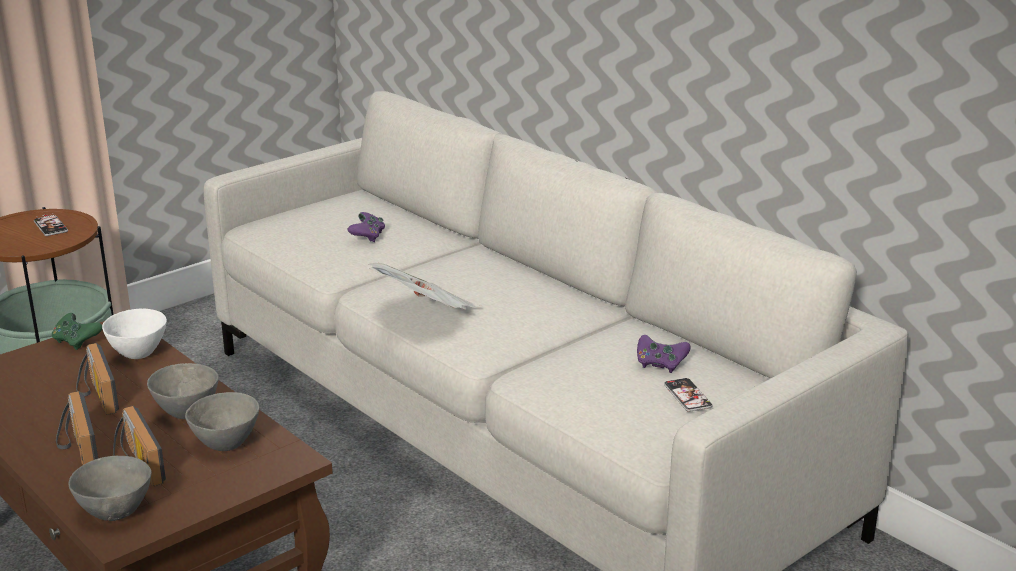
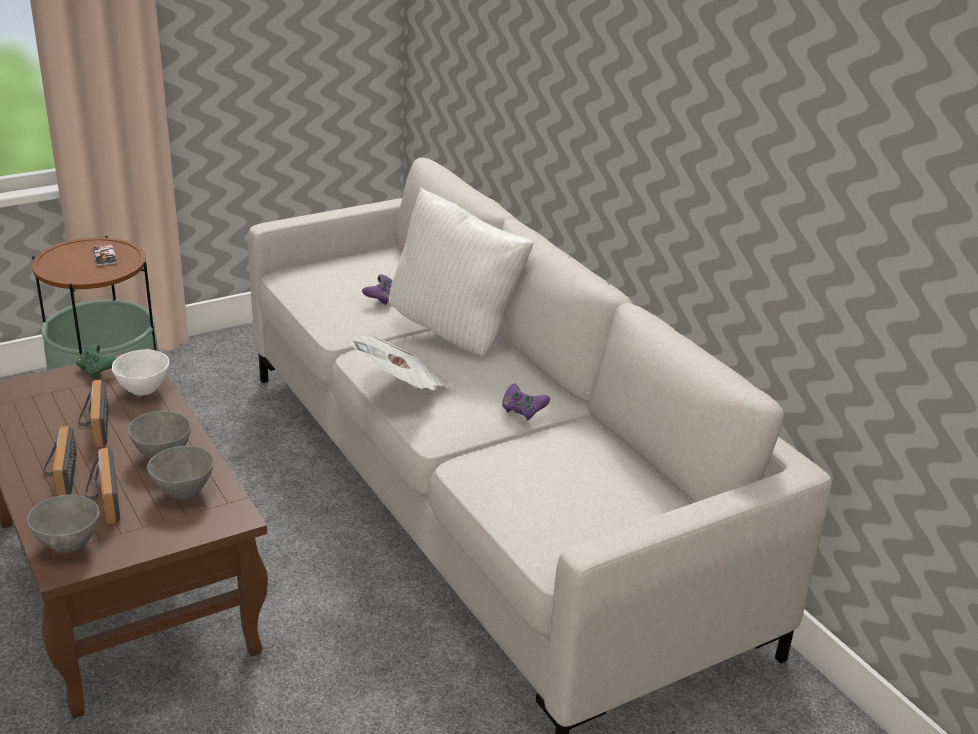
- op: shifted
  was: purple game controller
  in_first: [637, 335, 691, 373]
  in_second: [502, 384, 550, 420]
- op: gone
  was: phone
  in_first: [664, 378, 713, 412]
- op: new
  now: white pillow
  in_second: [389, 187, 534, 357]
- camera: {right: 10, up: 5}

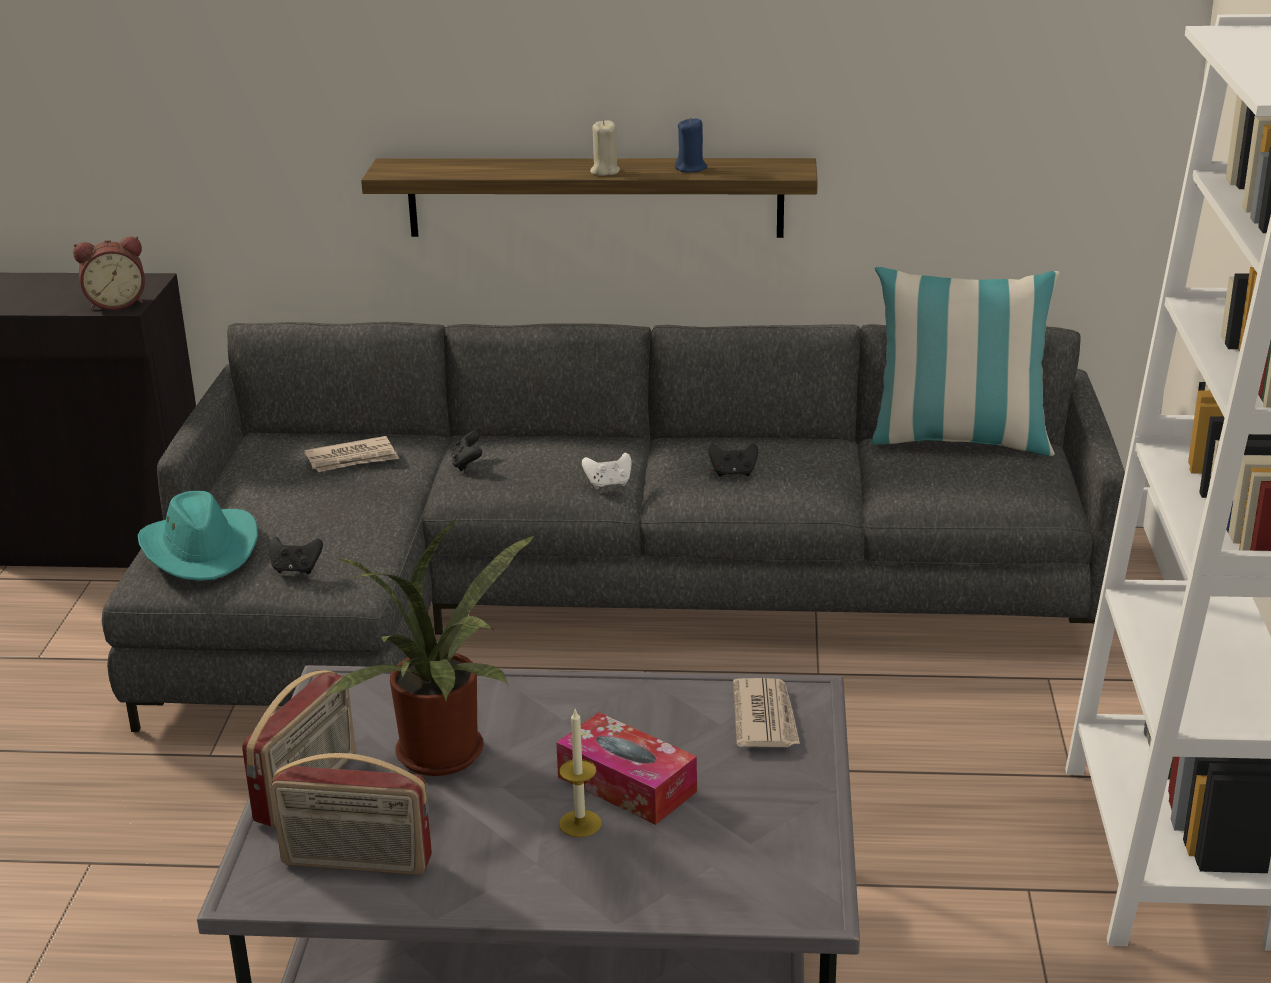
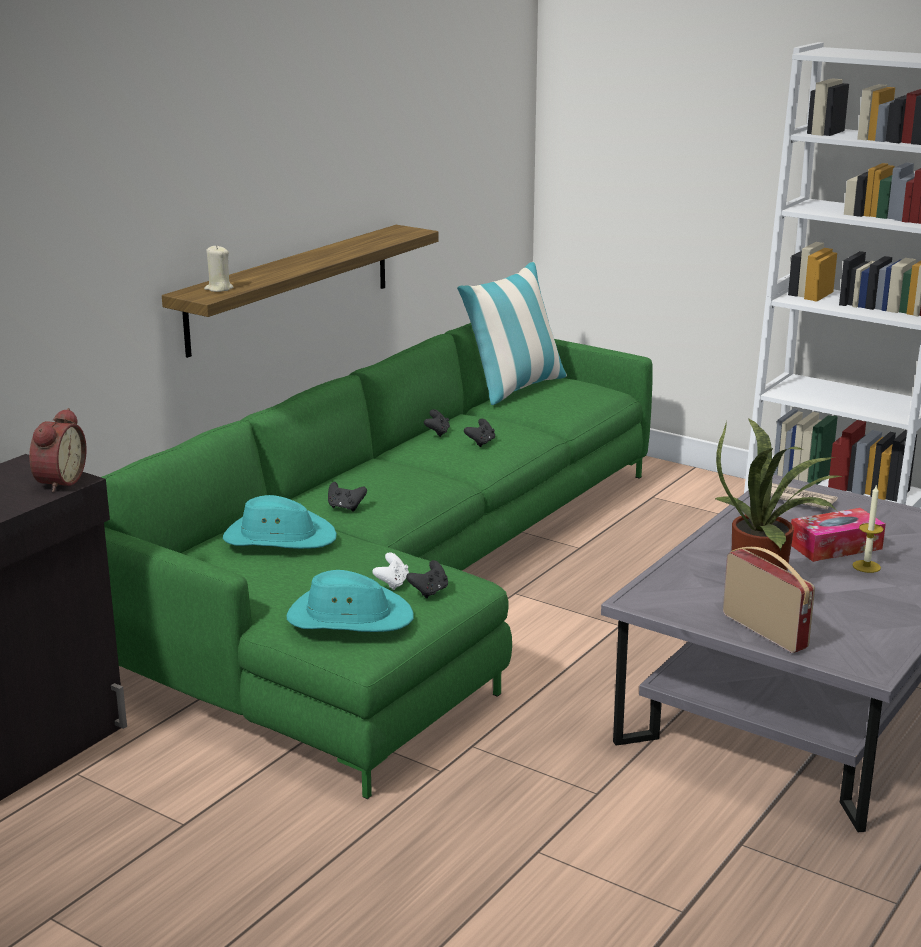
- op: gone
  was: blue candle
  in_first: [675, 117, 707, 172]
- op: shifted
  was: beige candle
  in_first: [590, 120, 620, 176]
  in_second: [204, 245, 233, 292]
- op: repainted
  was: grey sofa
  now: green sofa
  in_first: [102, 322, 1125, 732]
  in_second: [101, 323, 653, 799]
- op: swapped
  was: newspaper
  now: turquoise hat
  in_first: [305, 436, 399, 472]
  in_second: [223, 495, 337, 549]
- op: shifted
  was: white game controller
  in_first: [582, 453, 631, 489]
  in_second: [372, 552, 409, 590]
- op: gone
  was: radio
  in_first: [271, 753, 432, 875]
- op: new
  now: black game controller
  in_second: [424, 409, 450, 437]
- camera: {right: -60, up: -5}

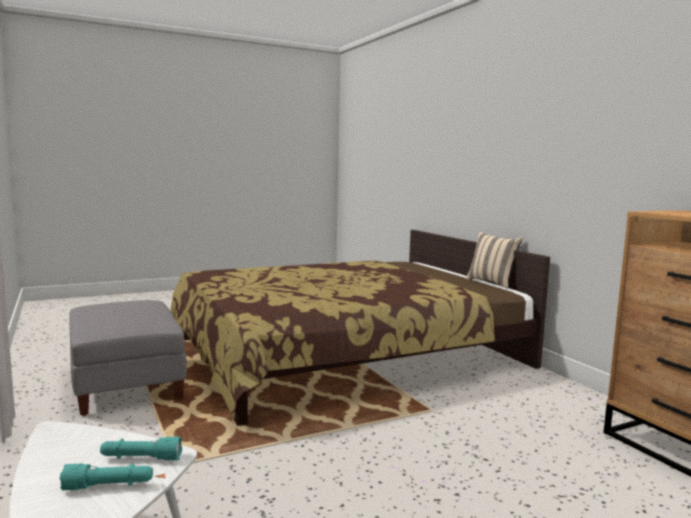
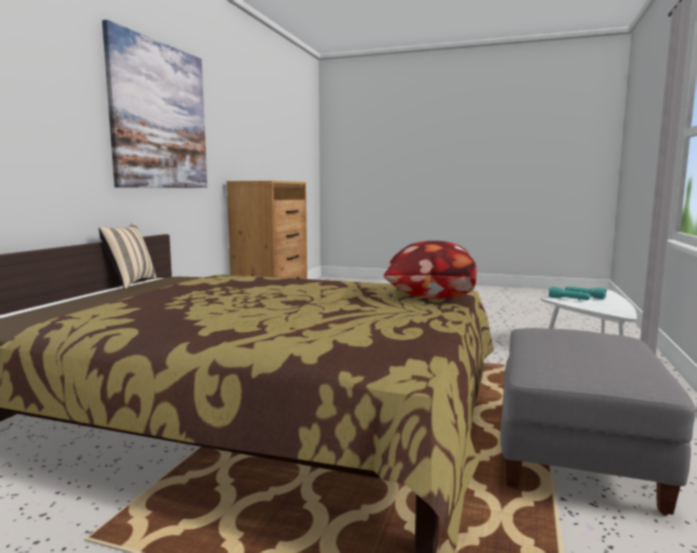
- op: new
  now: picture
  in_second: [102, 20, 207, 188]
- op: new
  now: pillow
  in_second: [384, 241, 477, 299]
- camera: {right: -135, up: 0}

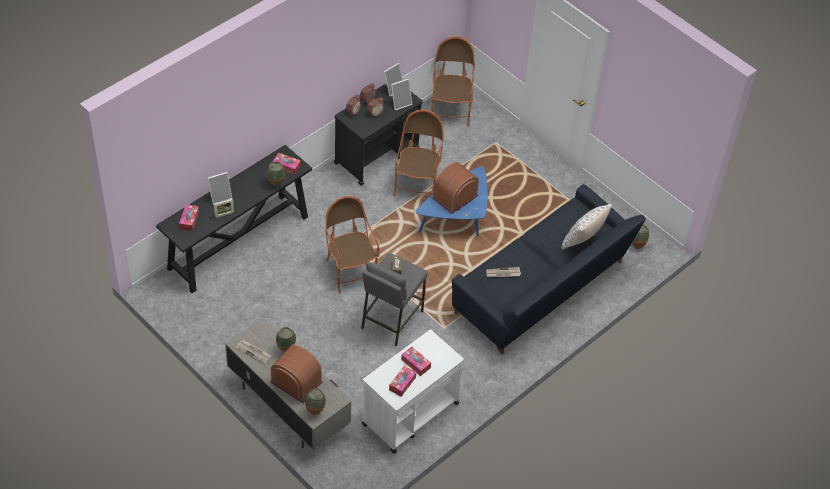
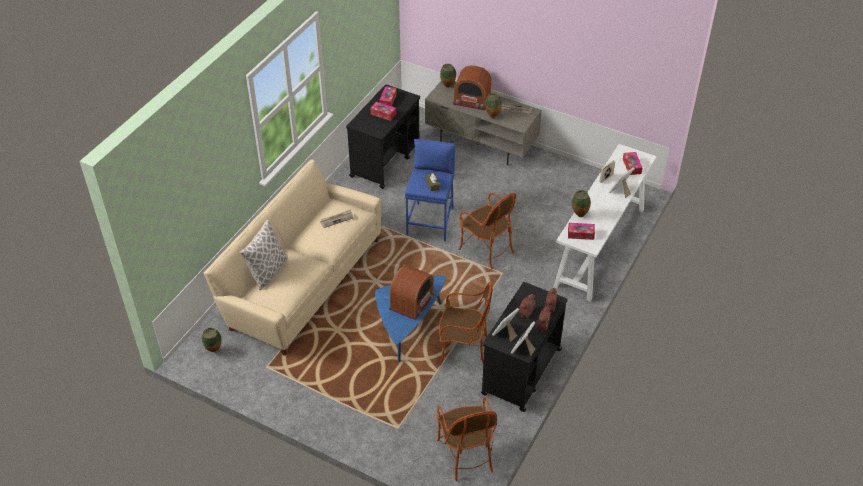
- op: rotated
  was: armchair
  in_first: [393, 110, 443, 196]
  in_second: [439, 282, 493, 365]
  clockwise: -75
- op: repainted
  was: black console table
  now: white console table
  in_first: [156, 145, 312, 293]
  in_second: [553, 144, 657, 301]
- op: repainted
  was: black sofa
  now: beige sofa
  in_first: [452, 184, 646, 354]
  in_second: [204, 159, 382, 356]
- op: repainted
  was: grey stool
  now: blue stool
  in_first: [361, 253, 427, 346]
  in_second: [405, 139, 455, 241]
- op: repainted
  was: white cart
  now: black cart
  in_first: [362, 330, 464, 454]
  in_second: [346, 84, 420, 189]
- camera: {right: 165, up: -5}

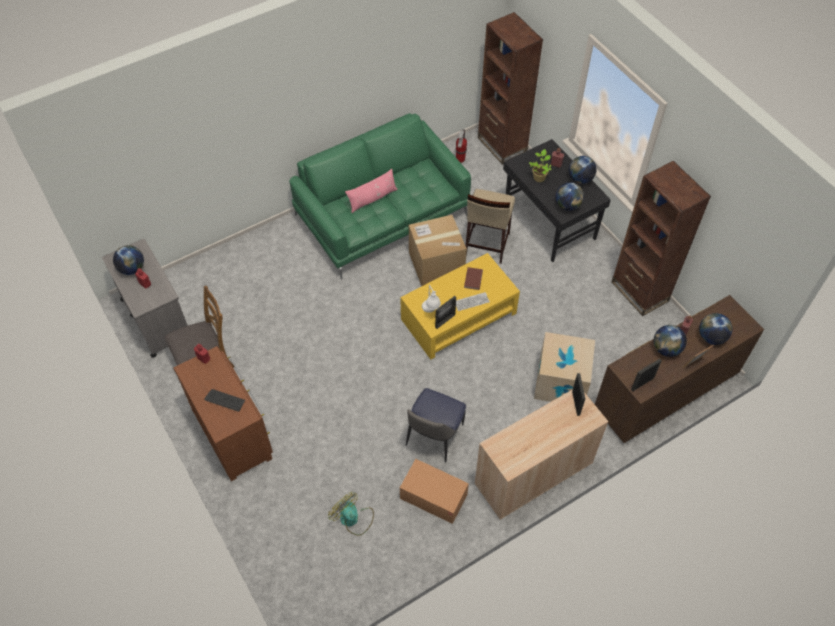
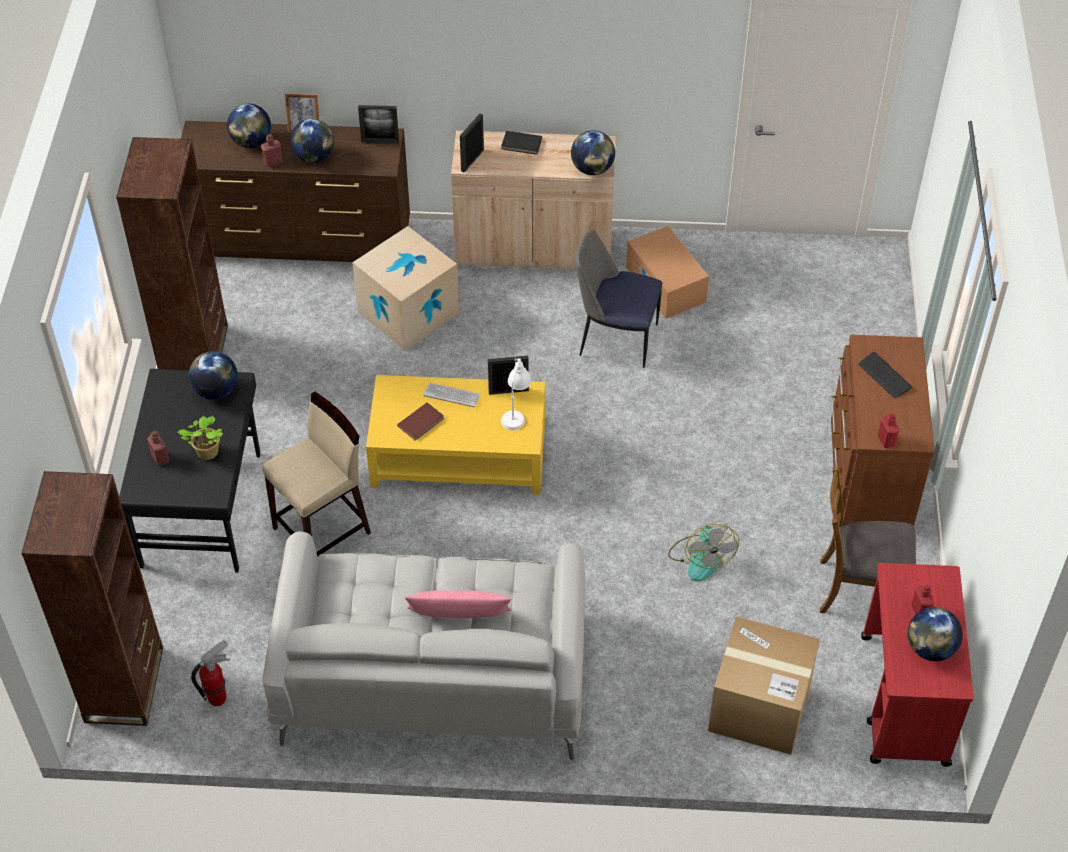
- op: repainted
  was: green sofa
  now: grey sofa
  in_first: [289, 113, 471, 280]
  in_second: [262, 531, 585, 761]
- op: shifted
  was: globe
  in_first: [569, 156, 597, 184]
  in_second: [571, 130, 615, 175]
- op: shifted
  was: cardboard box
  in_first: [409, 215, 467, 286]
  in_second: [708, 616, 820, 755]
- op: repainted
  was: grey cart
  now: red cart
  in_first: [102, 239, 188, 358]
  in_second: [861, 563, 974, 767]
- op: rotated
  was: chair
  in_first: [406, 388, 466, 463]
  in_second: [576, 229, 663, 368]
  clockwise: -135
- op: shifted
  was: fan
  in_first: [328, 492, 374, 536]
  in_second: [668, 524, 739, 581]
- op: new
  now: black book
  in_second: [501, 131, 542, 155]
- camera: {right: -145, up: -5}

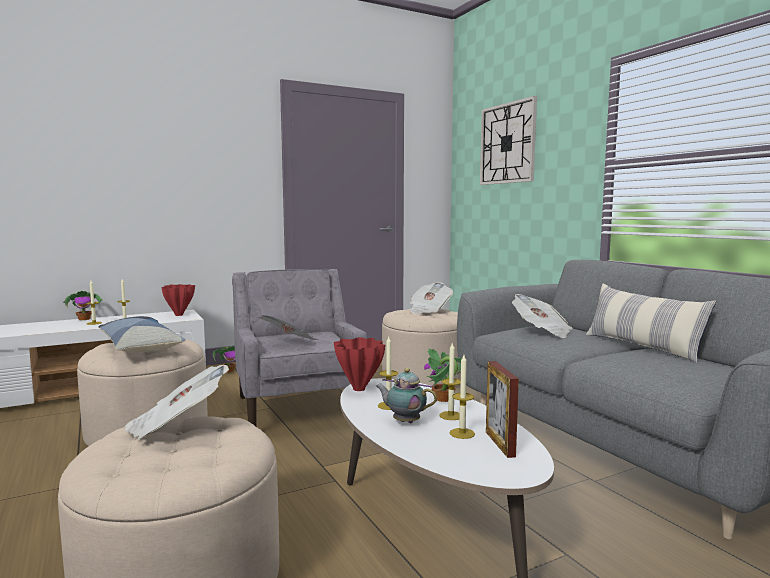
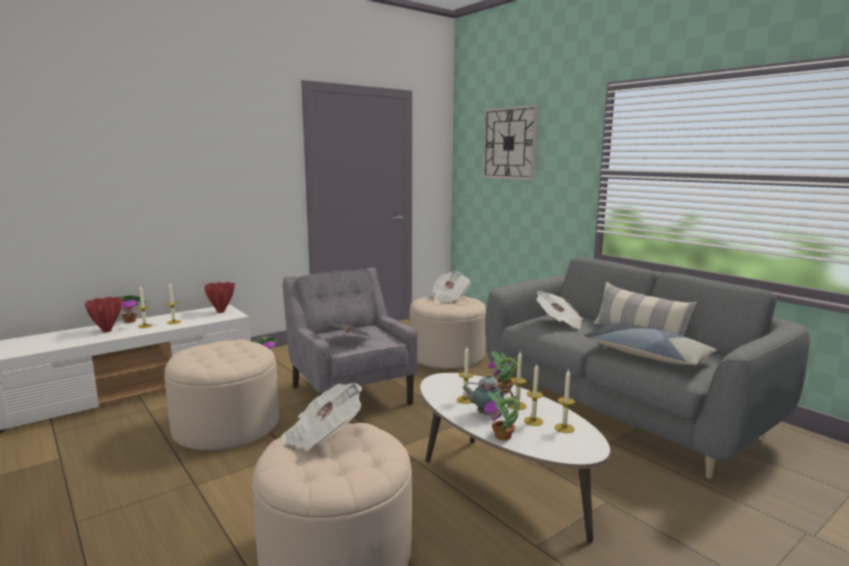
- op: shifted
  was: pillow
  in_first: [98, 316, 186, 352]
  in_second: [584, 323, 717, 365]
- op: shifted
  was: red vase
  in_first: [334, 337, 385, 391]
  in_second: [85, 297, 122, 332]
- op: swapped
  was: picture frame
  now: candle
  in_first: [486, 361, 519, 458]
  in_second: [555, 369, 575, 433]
- op: new
  now: potted plant
  in_second: [484, 391, 520, 440]
- camera: {right: -10, up: 5}

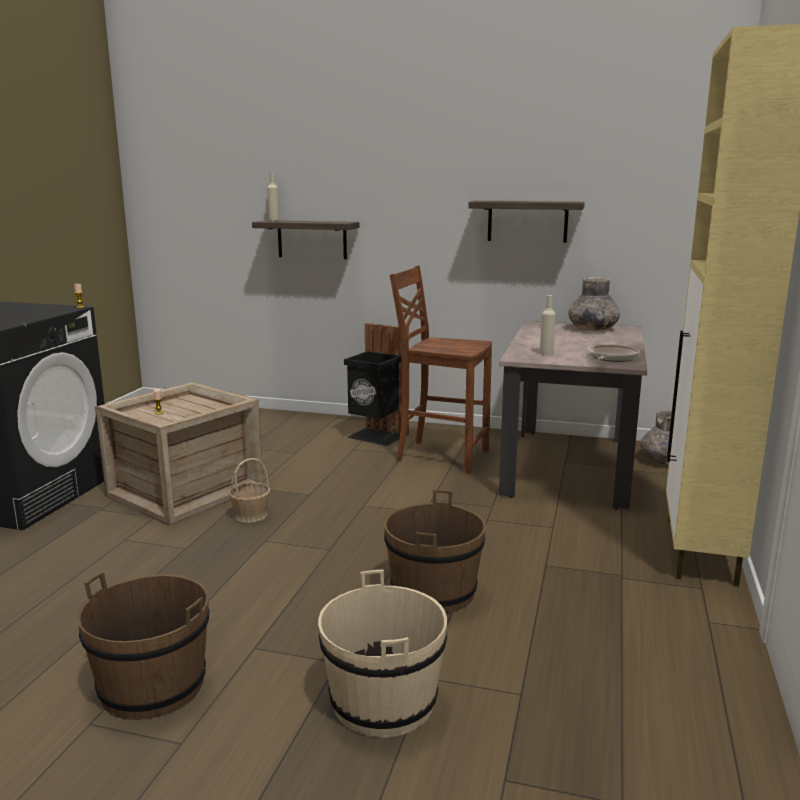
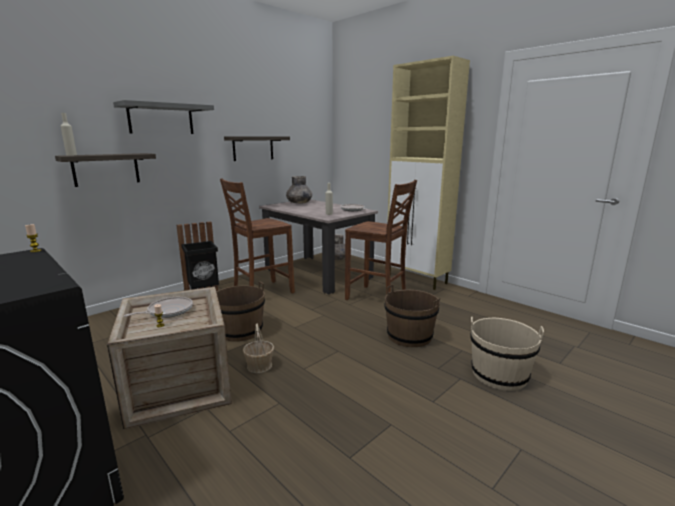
- op: shifted
  was: brown bucket
  in_first: [77, 572, 209, 720]
  in_second: [216, 281, 265, 342]
- op: new
  now: grey shelf
  in_second: [113, 100, 214, 134]
- op: new
  now: brown chair
  in_second: [345, 180, 417, 300]
- op: new
  now: frying pan
  in_second: [124, 297, 193, 318]
- camera: {right: -60, up: 0}

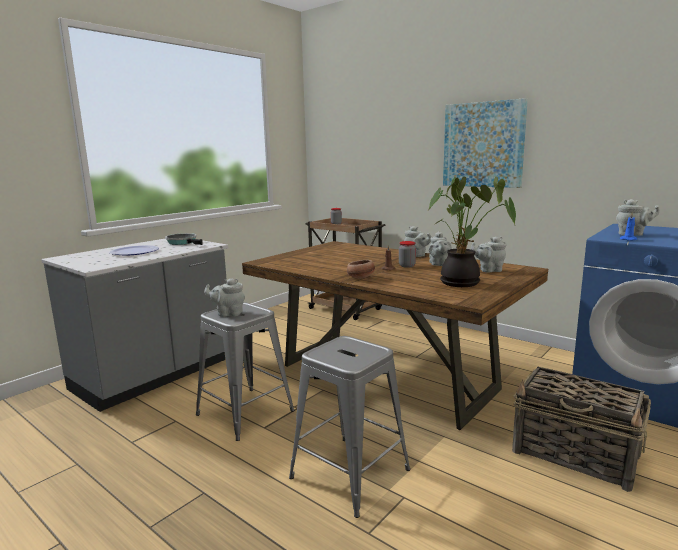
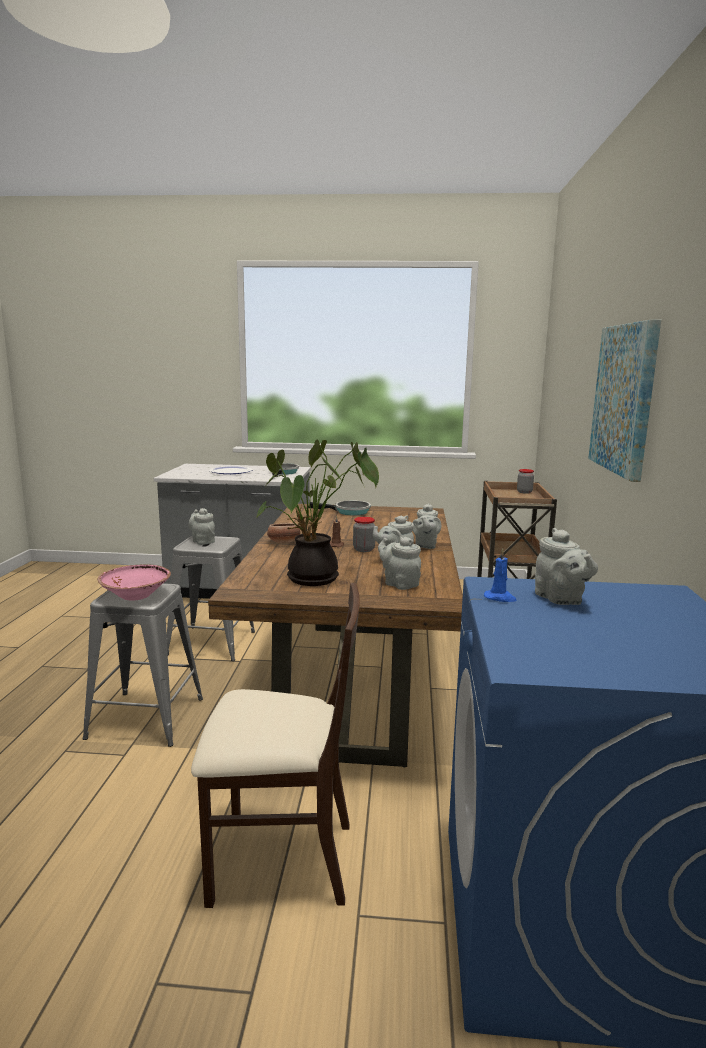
- op: swapped
  was: basket
  now: beige chair
  in_first: [512, 367, 651, 492]
  in_second: [191, 583, 360, 908]
- op: new
  now: frying pan
  in_second: [309, 500, 371, 516]
- op: new
  now: pink bowl
  in_second: [97, 565, 171, 601]
- camera: {right: 55, up: 0}

